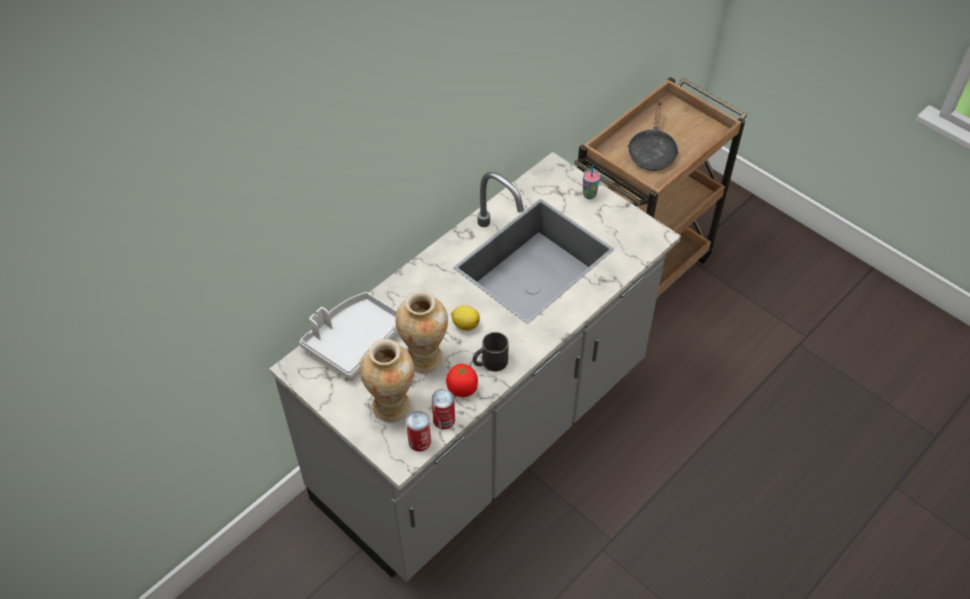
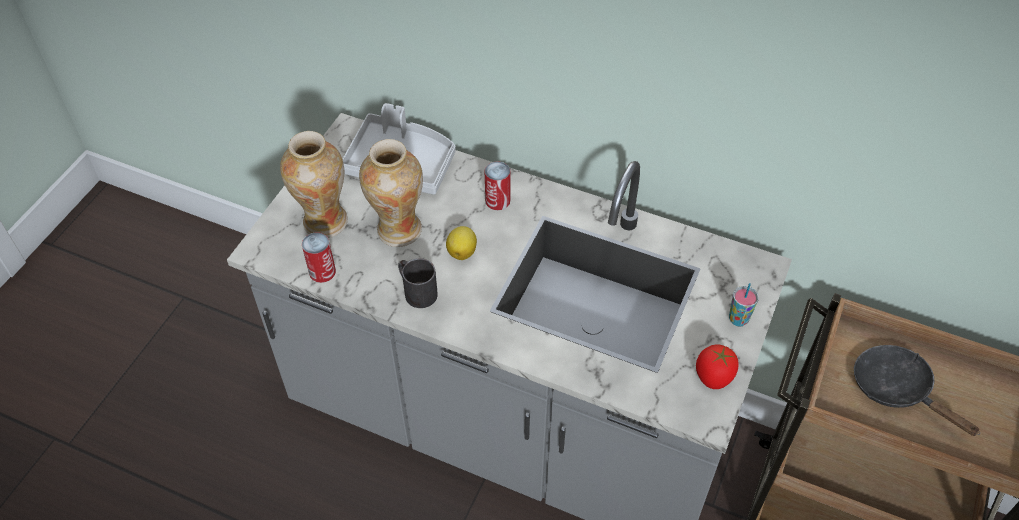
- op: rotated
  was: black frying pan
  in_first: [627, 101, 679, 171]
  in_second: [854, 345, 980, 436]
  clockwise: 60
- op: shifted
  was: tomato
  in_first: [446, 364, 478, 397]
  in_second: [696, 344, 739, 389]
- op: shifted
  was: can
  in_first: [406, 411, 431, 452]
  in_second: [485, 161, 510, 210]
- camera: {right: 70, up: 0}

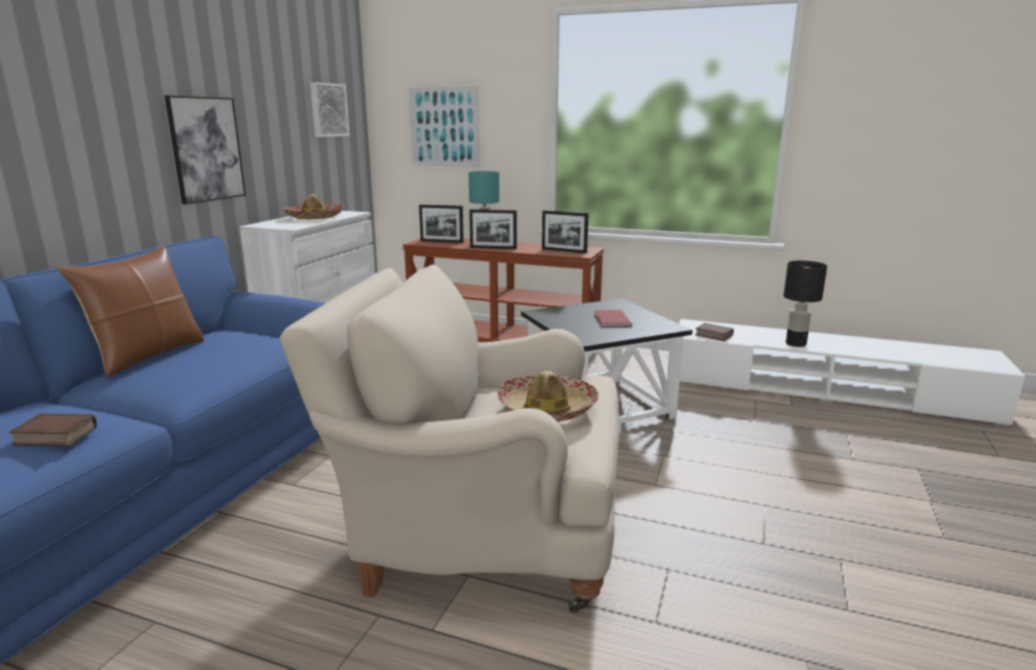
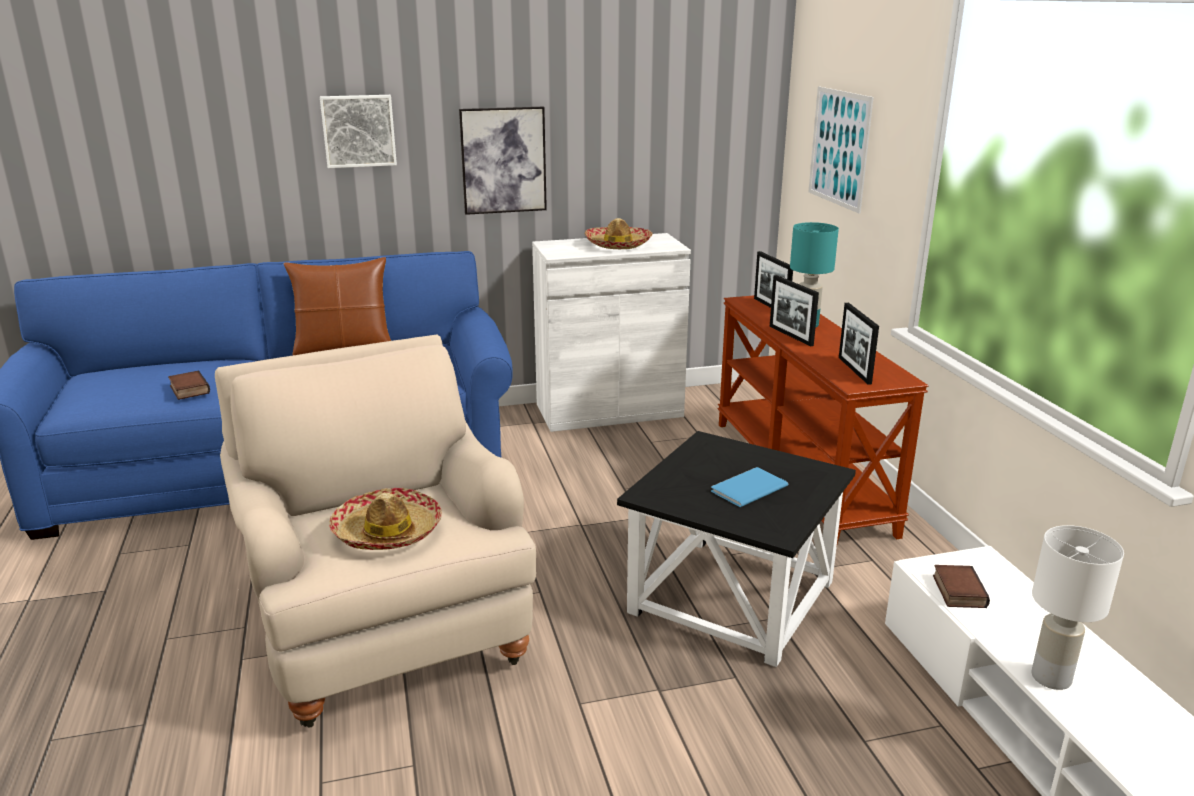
- op: shifted
  was: picture
  in_first: [310, 82, 350, 137]
  in_second: [320, 95, 397, 168]
- op: repainted
  was: black table lamp
  now: white table lamp
  in_first: [784, 261, 827, 347]
  in_second: [1031, 525, 1124, 690]
- op: repainted
  was: red book
  now: blue book
  in_first: [594, 310, 632, 327]
  in_second: [711, 467, 788, 507]
- camera: {right: 55, up: 5}

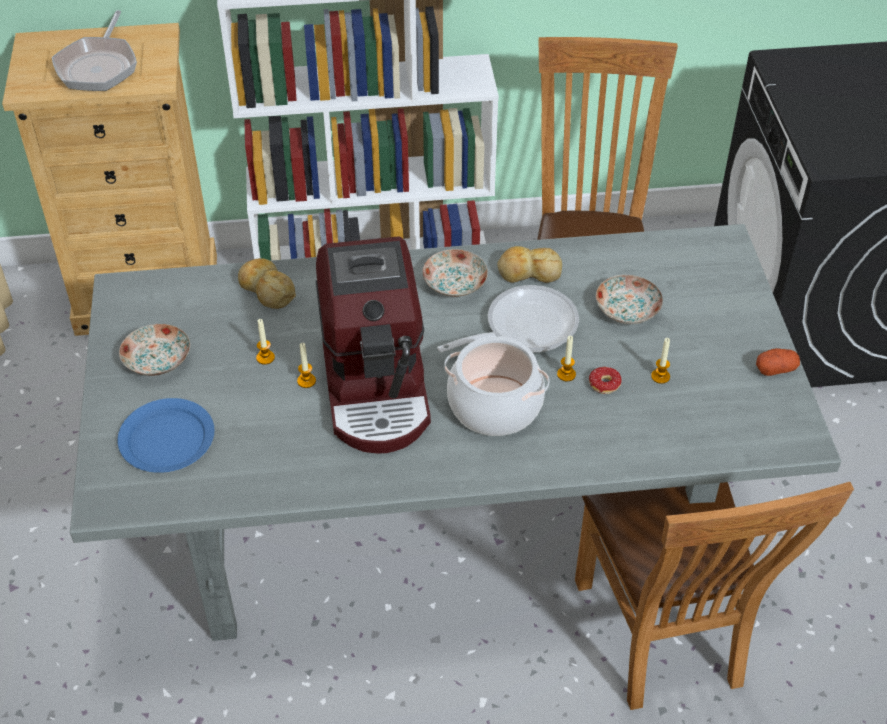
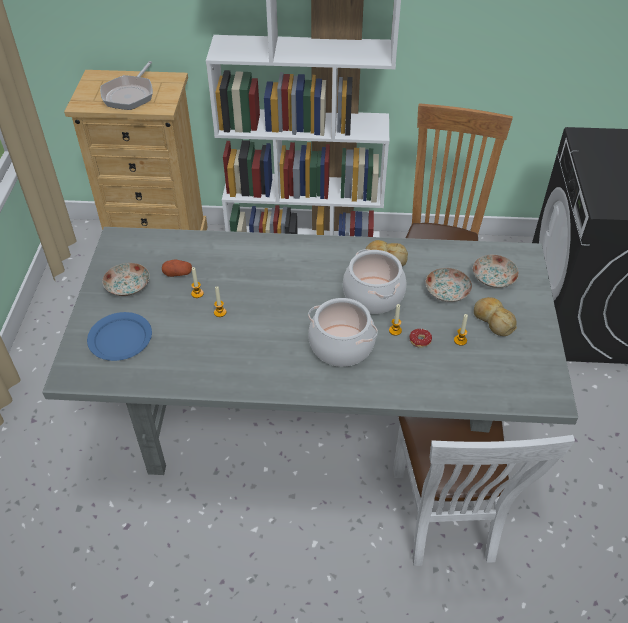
- op: gone
  was: coffee machine
  in_first: [316, 237, 431, 453]
- op: shifted
  was: plate
  in_first: [422, 249, 488, 297]
  in_second: [473, 255, 519, 288]
- op: shifted
  was: bread
  in_first: [238, 258, 296, 309]
  in_second: [474, 297, 517, 336]
- op: swapped
  was: frying pan
  now: cooking pot
  in_first: [437, 285, 579, 353]
  in_second: [343, 249, 406, 314]
- op: shifted
  was: potato
  in_first: [756, 348, 800, 376]
  in_second: [162, 260, 192, 277]
- op: repainted
  was: brown chair
  now: white chair
  in_first: [575, 482, 854, 710]
  in_second: [393, 416, 575, 566]
- camera: {right: 10, up: 0}

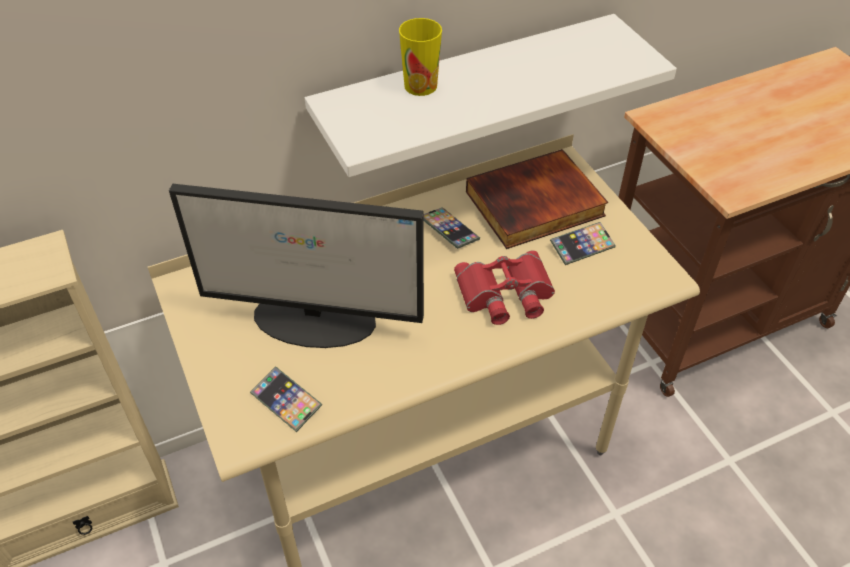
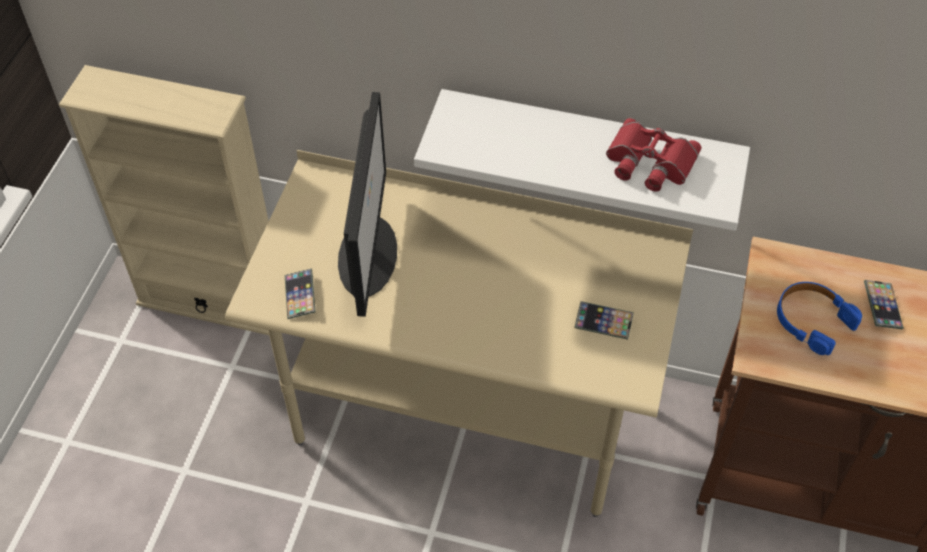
- op: gone
  was: cup
  in_first: [399, 18, 442, 96]
- op: gone
  was: book
  in_first: [466, 149, 608, 249]
- op: rotated
  was: monitor
  in_first: [169, 184, 424, 348]
  in_second: [338, 92, 397, 317]
  clockwise: -135
- op: shifted
  was: phone
  in_first: [424, 207, 480, 249]
  in_second: [864, 280, 904, 330]
- op: shifted
  was: red binoculars
  in_first: [454, 251, 555, 325]
  in_second: [606, 118, 701, 192]
- op: new
  now: blue headphones
  in_second: [777, 282, 862, 355]
- camera: {right: 40, up: 5}

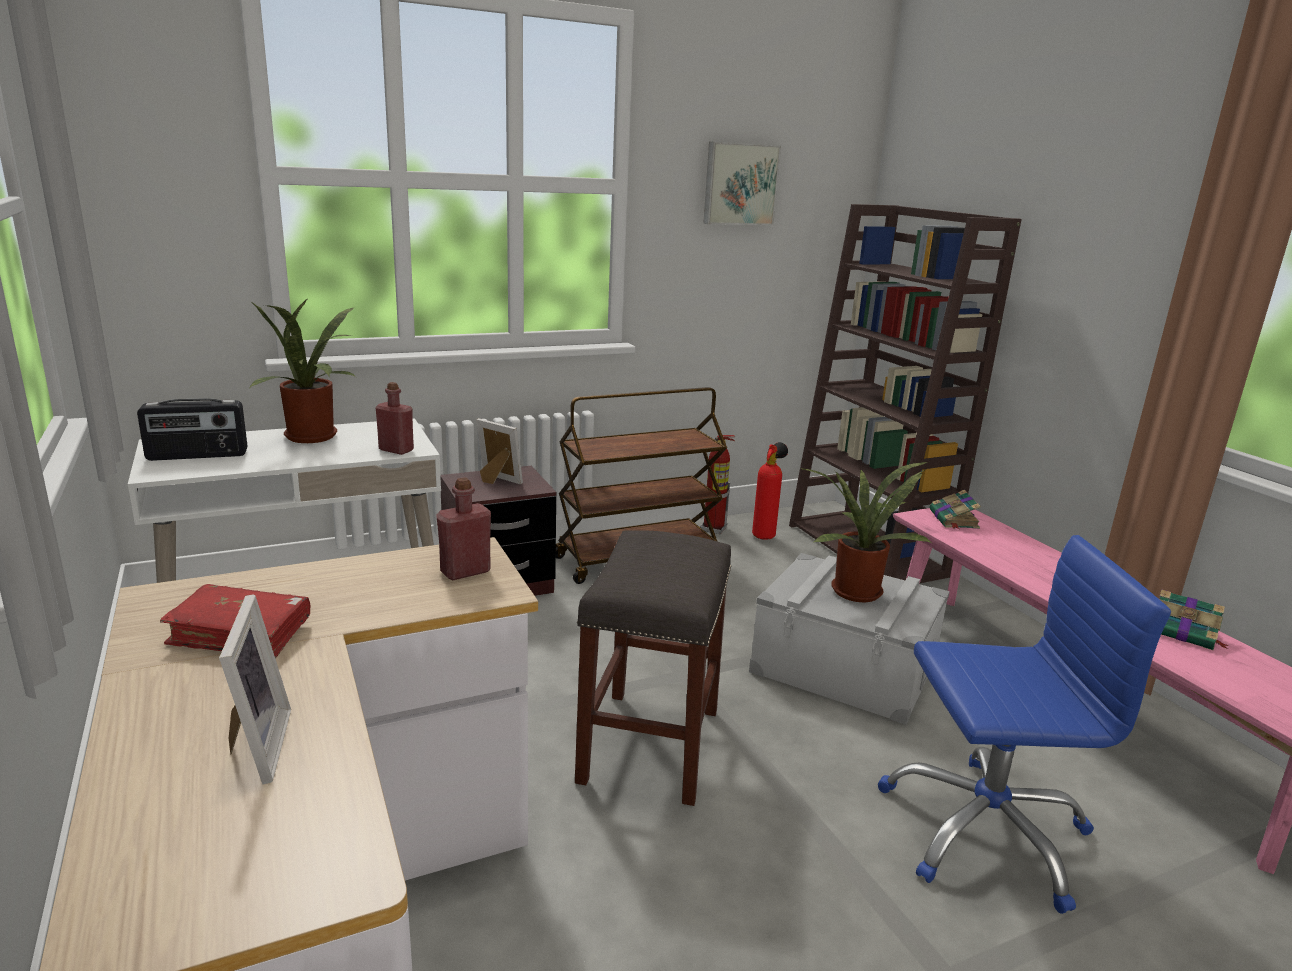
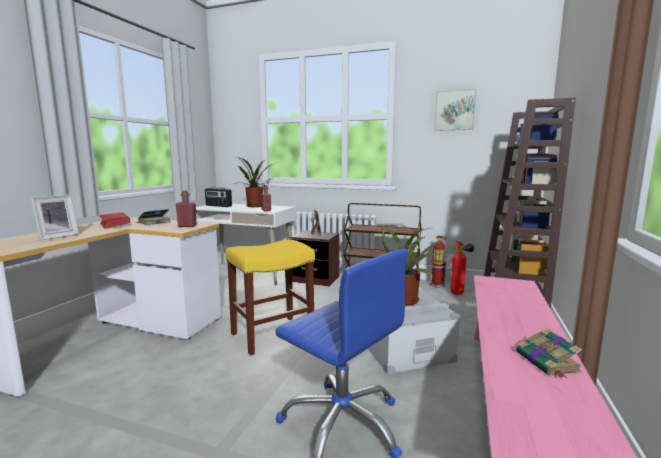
- op: shifted
  was: book
  in_first: [930, 490, 981, 529]
  in_second: [135, 209, 171, 225]
- op: repainted
  was: grey stool
  now: yellow stool
  in_first: [575, 530, 731, 806]
  in_second: [225, 240, 315, 356]
- camera: {right: 45, up: -10}

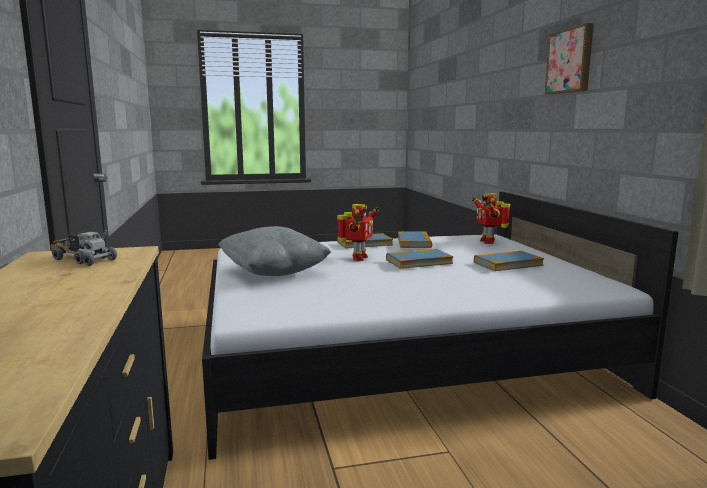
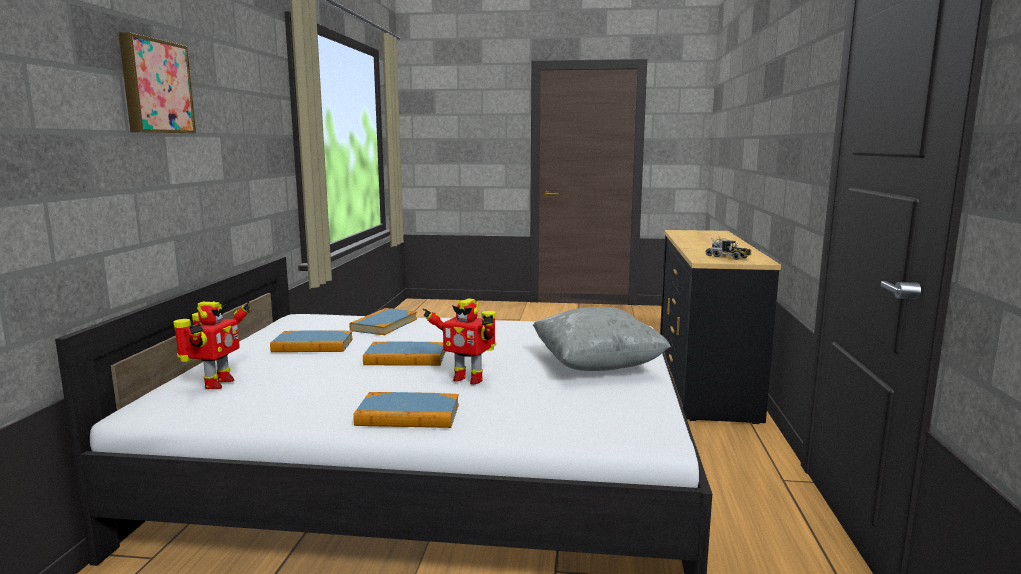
- op: rotated
  was: toy robot
  in_first: [337, 204, 379, 261]
  in_second: [422, 298, 496, 384]
  clockwise: -105
- op: shifted
  was: book
  in_first: [398, 231, 432, 248]
  in_second: [349, 308, 417, 335]
- camera: {right: -160, up: 0}

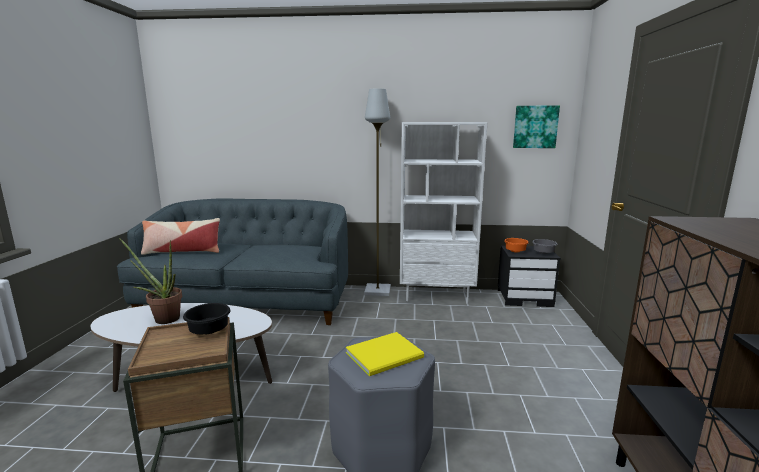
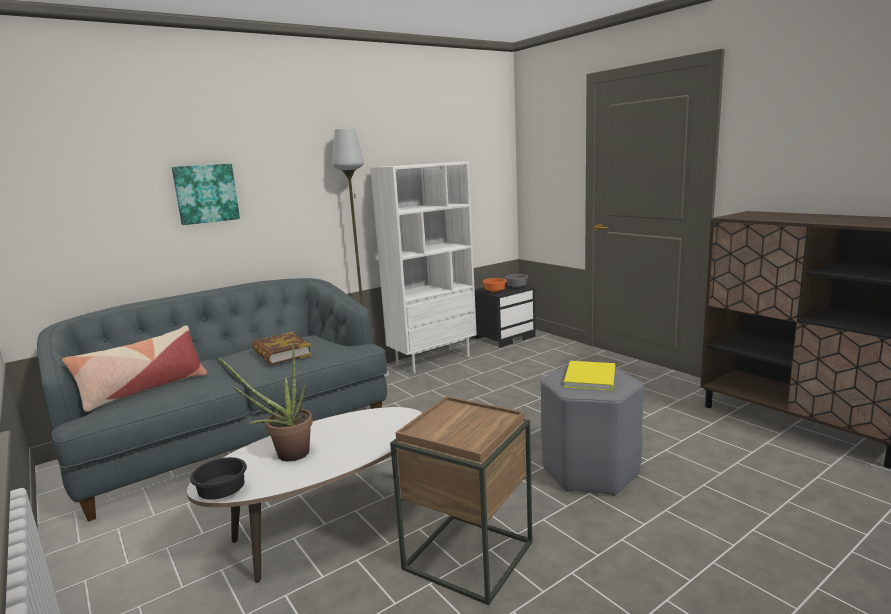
- op: shifted
  was: picture
  in_first: [513, 106, 560, 148]
  in_second: [172, 164, 240, 225]
- op: shifted
  was: black bowl
  in_first: [183, 303, 231, 334]
  in_second: [190, 457, 247, 500]
- op: new
  now: book
  in_second: [252, 332, 312, 365]
- camera: {right: -40, up: 0}

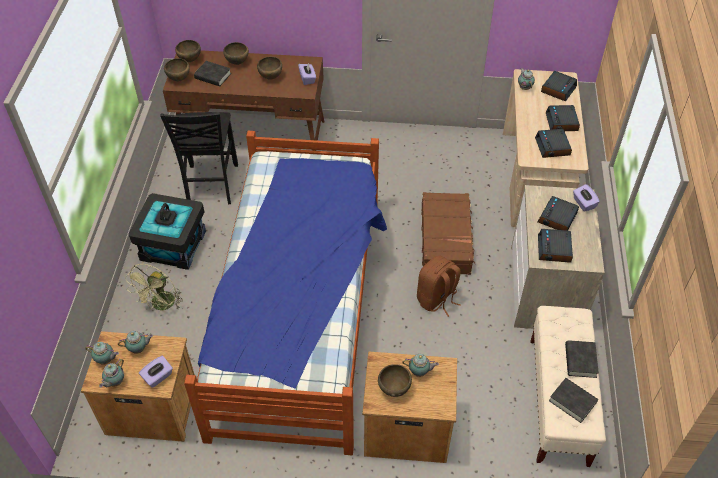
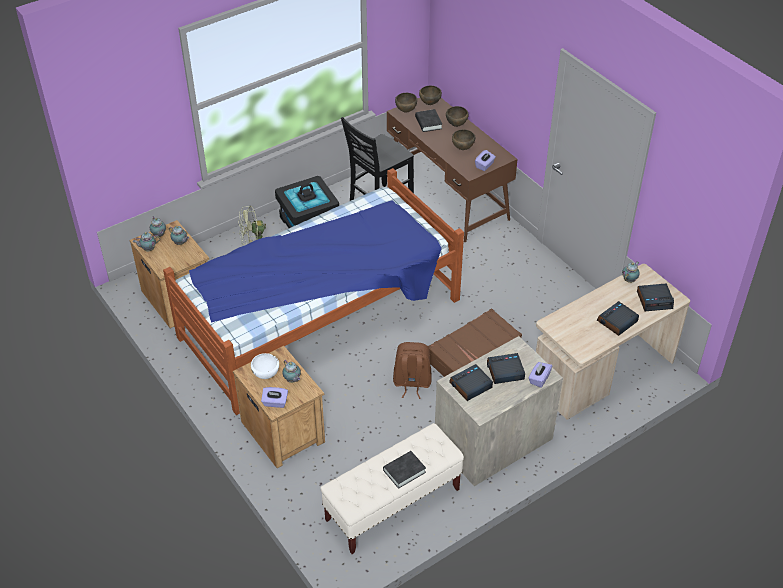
- op: gone
  was: alarm clock
  in_first: [535, 129, 572, 158]
- op: shifted
  was: purple tissue box
  in_first: [139, 356, 173, 388]
  in_second: [261, 387, 288, 408]
- op: repainted
  was: brown bowl
  now: white bowl
  in_first: [378, 364, 412, 397]
  in_second: [251, 353, 279, 379]
- op: gone
  was: black book
  in_first: [549, 378, 598, 423]
- camera: {right: 50, up: -5}

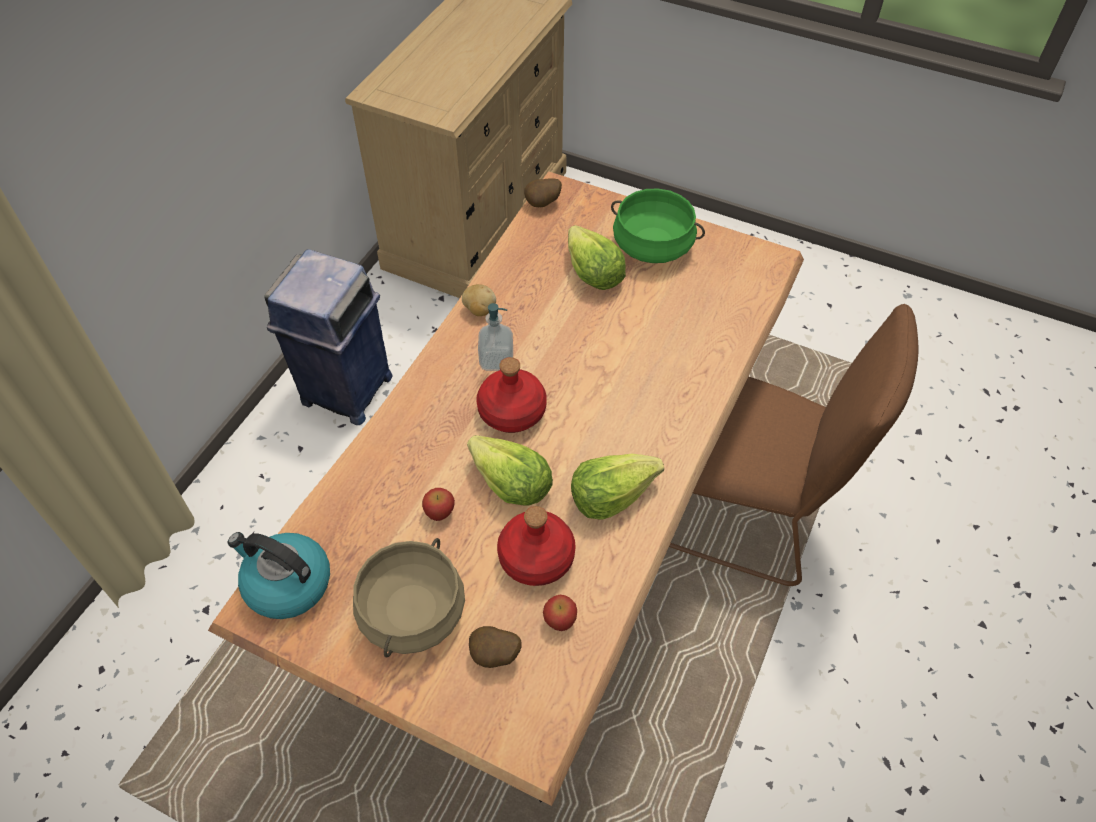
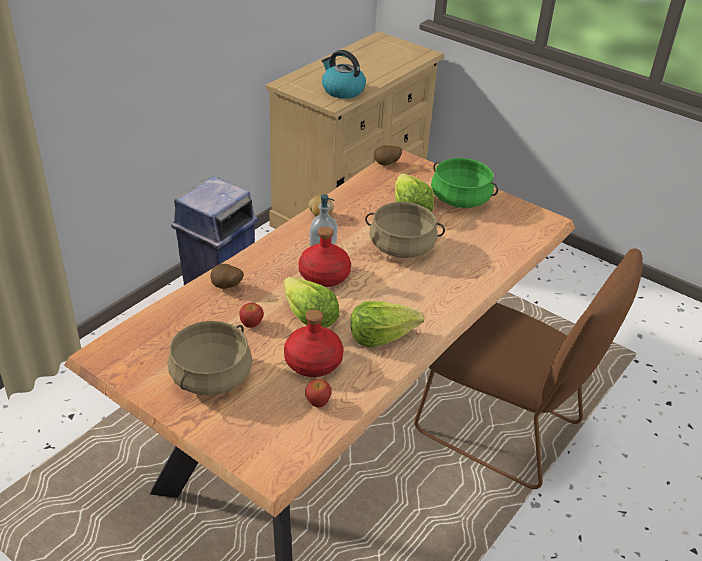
- op: shifted
  was: kettle
  in_first: [228, 532, 330, 619]
  in_second: [321, 50, 366, 99]
- op: shifted
  was: potato
  in_first: [469, 626, 522, 668]
  in_second: [211, 264, 244, 289]
- op: new
  now: beige cooking pot
  in_second: [365, 202, 445, 258]
- camera: {right: 10, up: -15}

